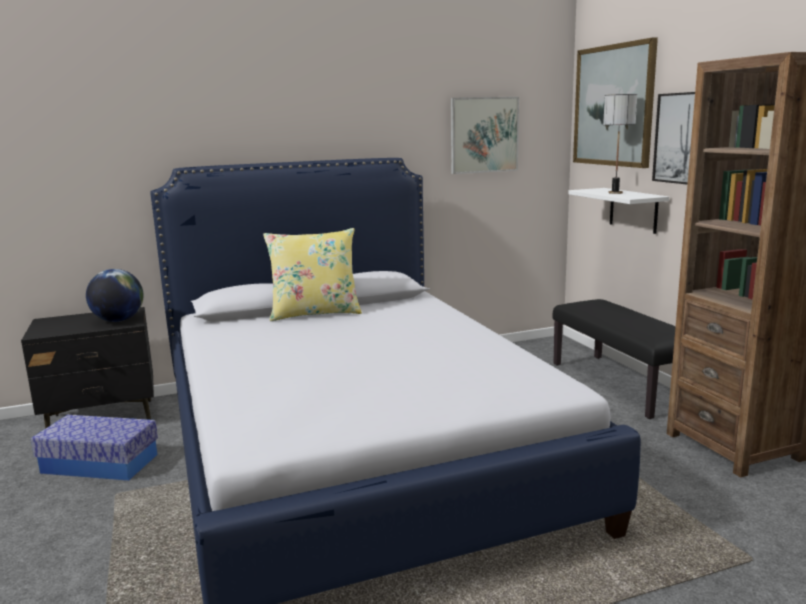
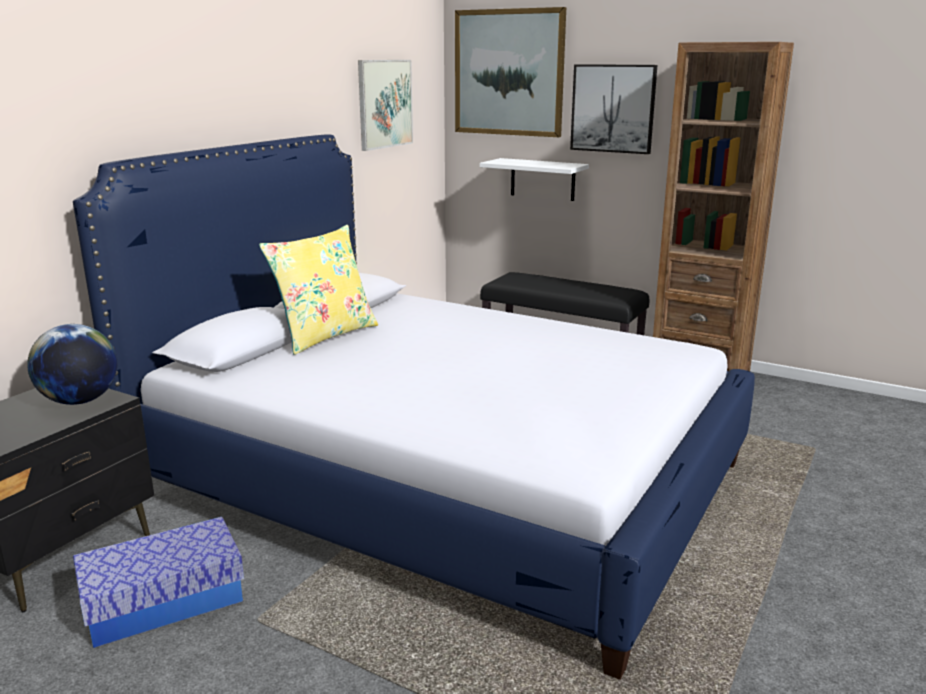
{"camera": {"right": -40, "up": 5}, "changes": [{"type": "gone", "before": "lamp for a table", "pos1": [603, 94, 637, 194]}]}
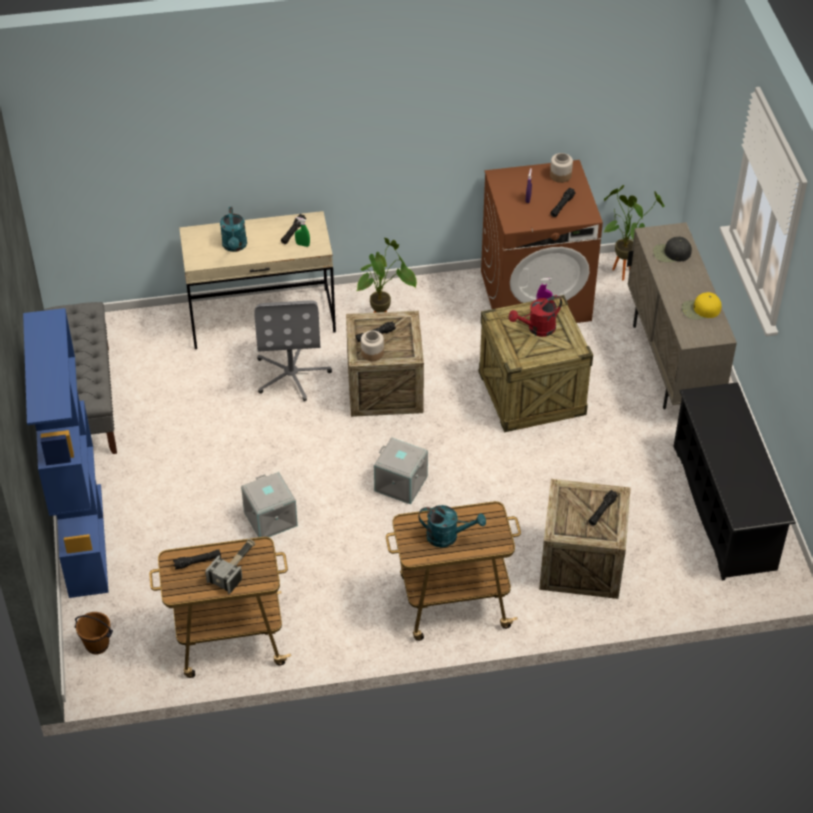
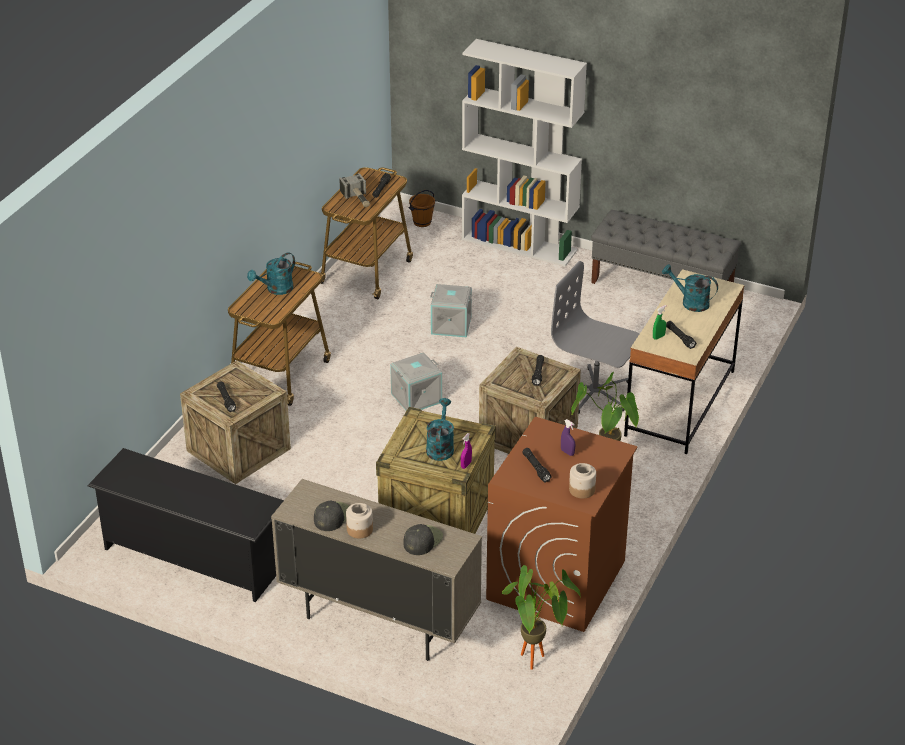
{"camera": {"right": 125, "up": -10}, "changes": [{"type": "repainted", "before": "baseball cap (yellow)", "after": "baseball cap (blackish)", "pos1": [682, 292, 722, 320], "pos2": [314, 501, 349, 531]}, {"type": "shifted", "before": "preserve jar", "pos1": [361, 330, 384, 361], "pos2": [346, 503, 373, 539]}, {"type": "repainted", "before": "watering can (red-coloured)", "after": "watering can (turquoise-coloured)", "pos1": [509, 295, 562, 337], "pos2": [426, 398, 454, 461]}, {"type": "repainted", "before": "bookshelf (bluish)", "after": "bookshelf (whitish)", "pos1": [23, 308, 109, 598], "pos2": [462, 39, 587, 267]}]}
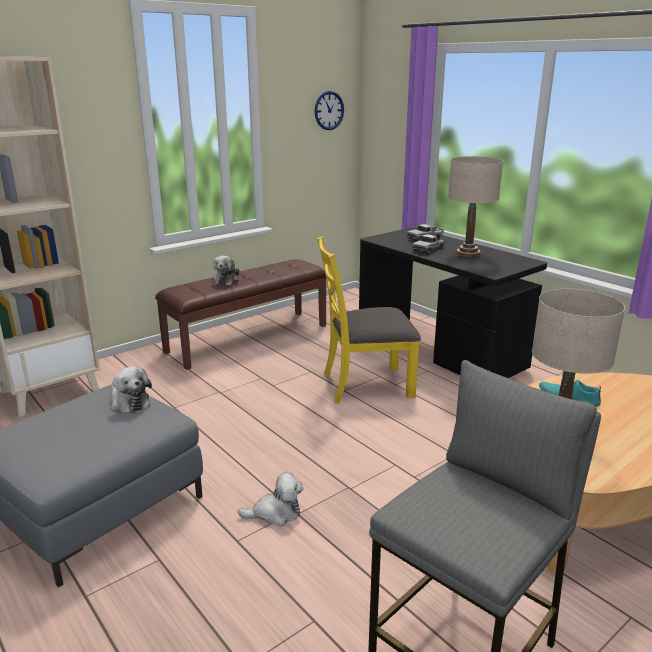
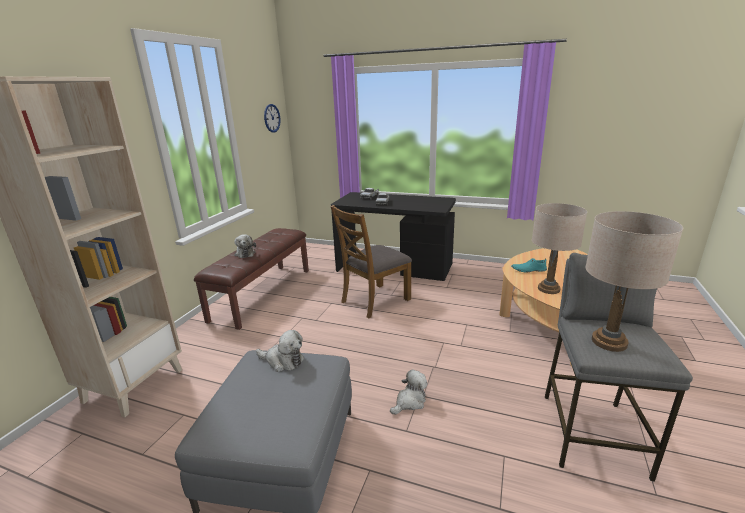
{"camera": {"right": -30, "up": 0}, "changes": [{"type": "repainted", "before": "upright chair (yellow)", "after": "upright chair (brownish)", "pos1": [317, 237, 421, 404], "pos2": [331, 205, 412, 318]}, {"type": "shifted", "before": "lamp for a table (sand-coloured)", "pos1": [448, 156, 503, 257], "pos2": [585, 211, 683, 352]}]}
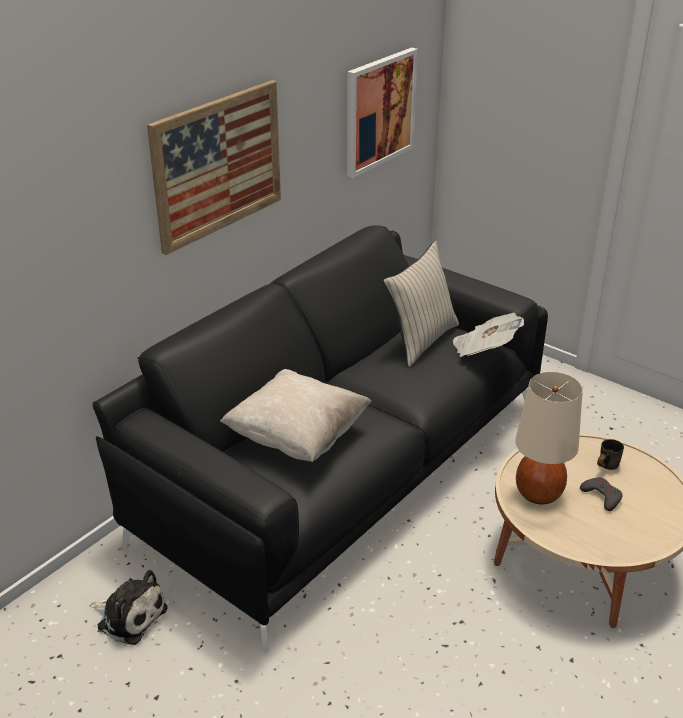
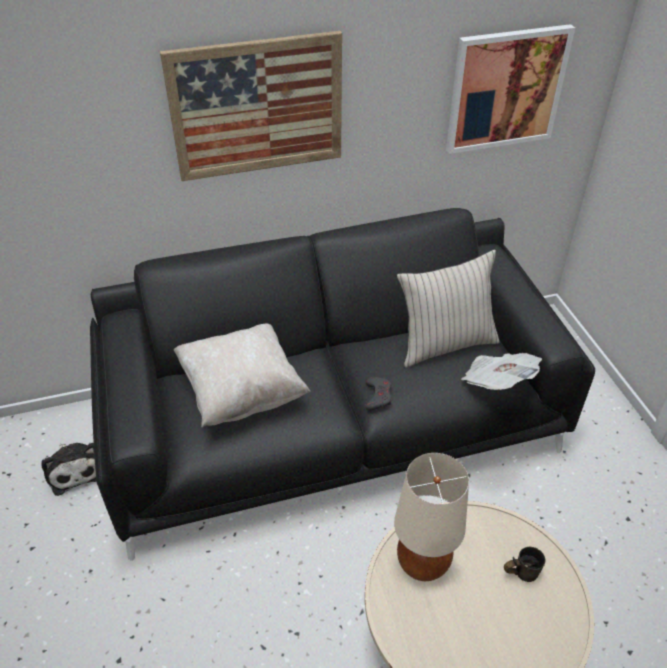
{"camera": {"right": 35, "up": 10}, "changes": [{"type": "shifted", "before": "game controller (grey)", "pos1": [580, 477, 623, 511], "pos2": [365, 377, 392, 411]}]}
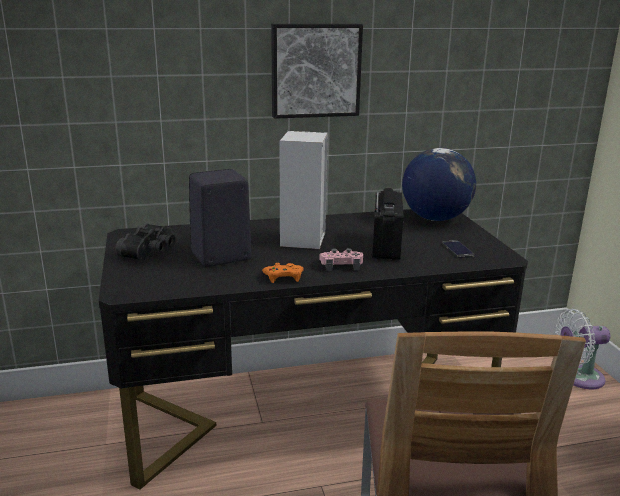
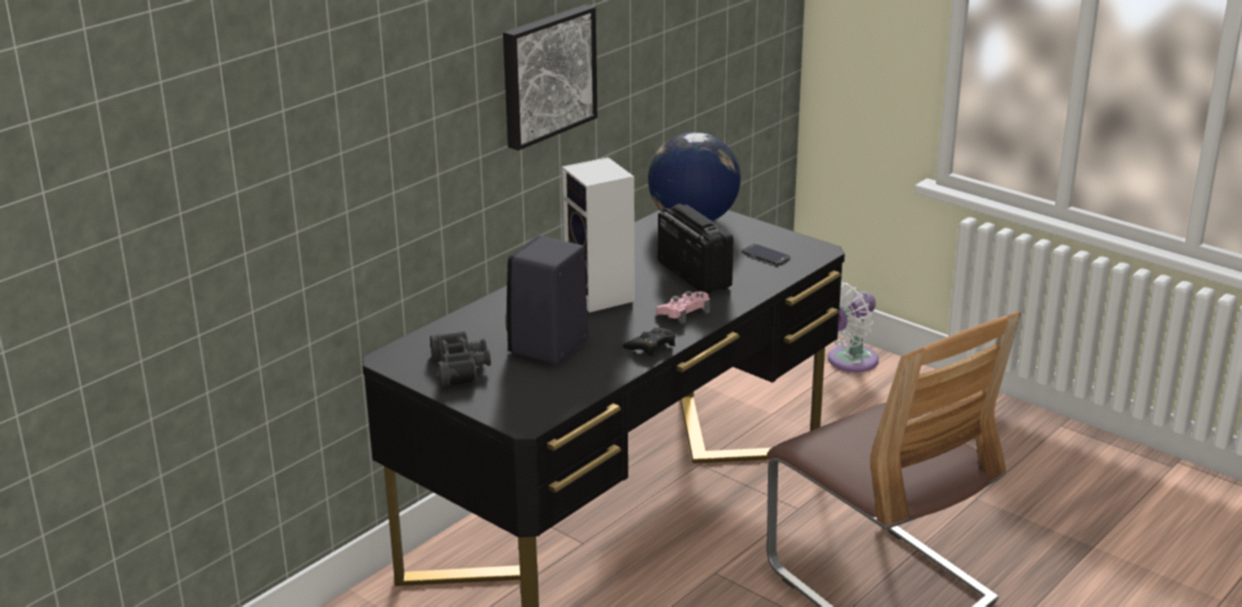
{"camera": {"right": -35, "up": 5}, "changes": [{"type": "repainted", "before": "game controller (orange)", "after": "game controller (blackish)", "pos1": [262, 263, 304, 283], "pos2": [623, 327, 676, 356]}]}
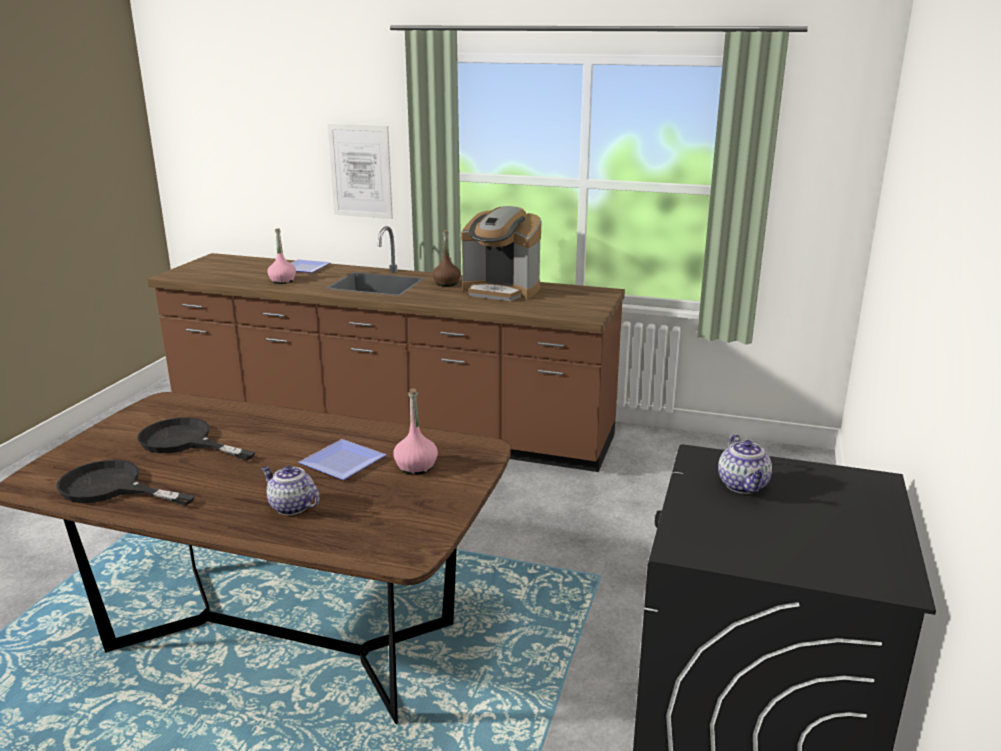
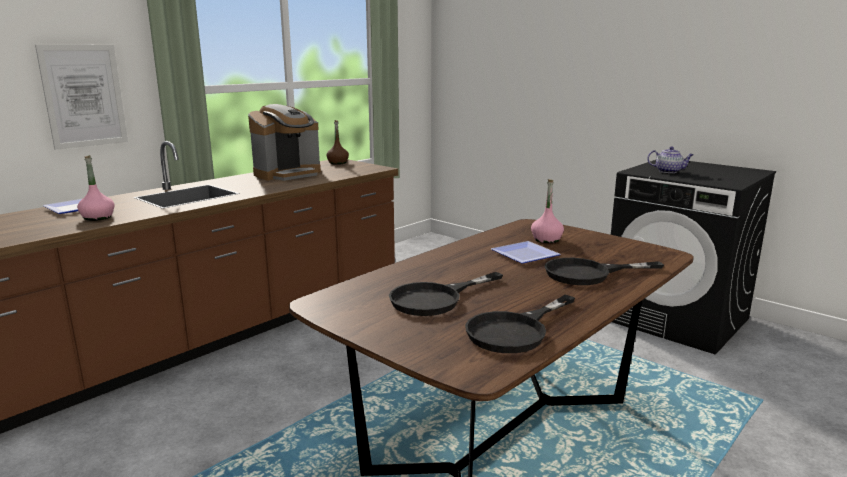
{"camera": {"right": -65, "up": -5}, "changes": [{"type": "shifted", "before": "beverage bottle (brownish)", "pos1": [433, 230, 461, 287], "pos2": [327, 120, 349, 165]}, {"type": "swapped", "before": "tea pot", "after": "skillet (blackish)", "pos1": [261, 466, 320, 515], "pos2": [544, 258, 664, 285]}]}
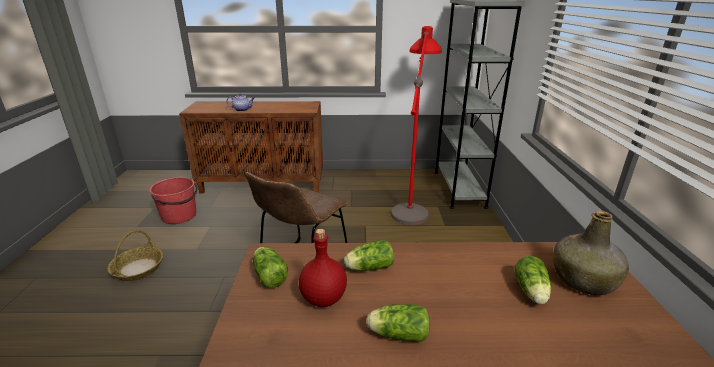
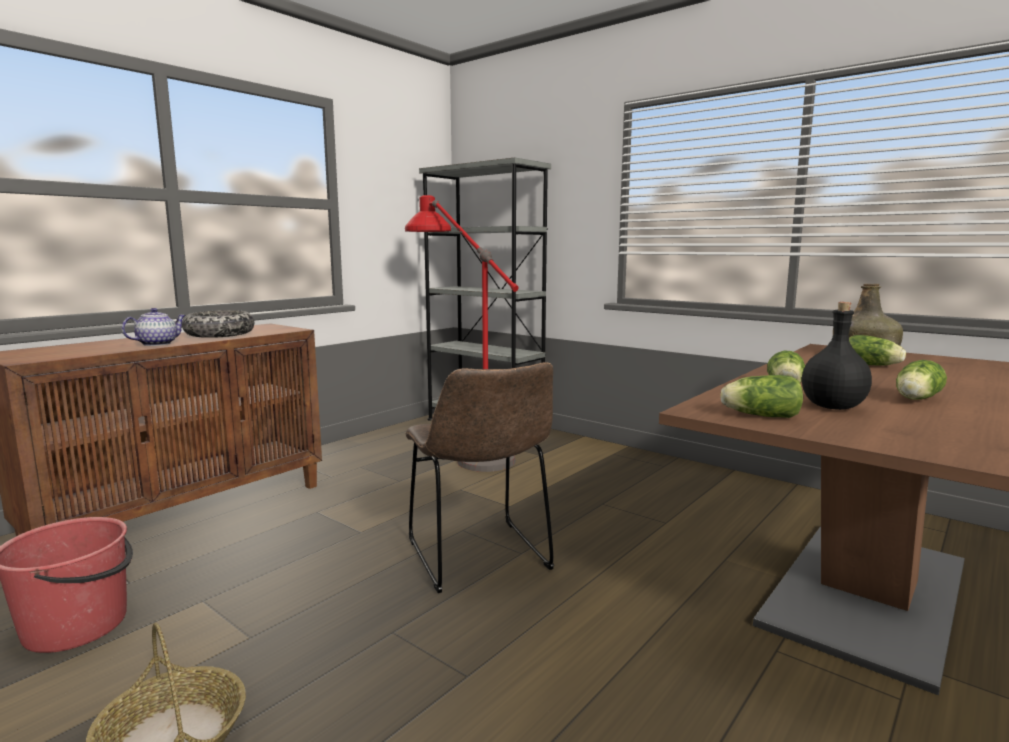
{"camera": {"right": -50, "up": -15}, "changes": [{"type": "new", "after": "serving bowl", "pos2": [182, 310, 254, 338]}, {"type": "repainted", "before": "beverage bottle (red-coloured)", "after": "beverage bottle (blackish)", "pos1": [299, 229, 347, 307], "pos2": [802, 302, 872, 410]}]}
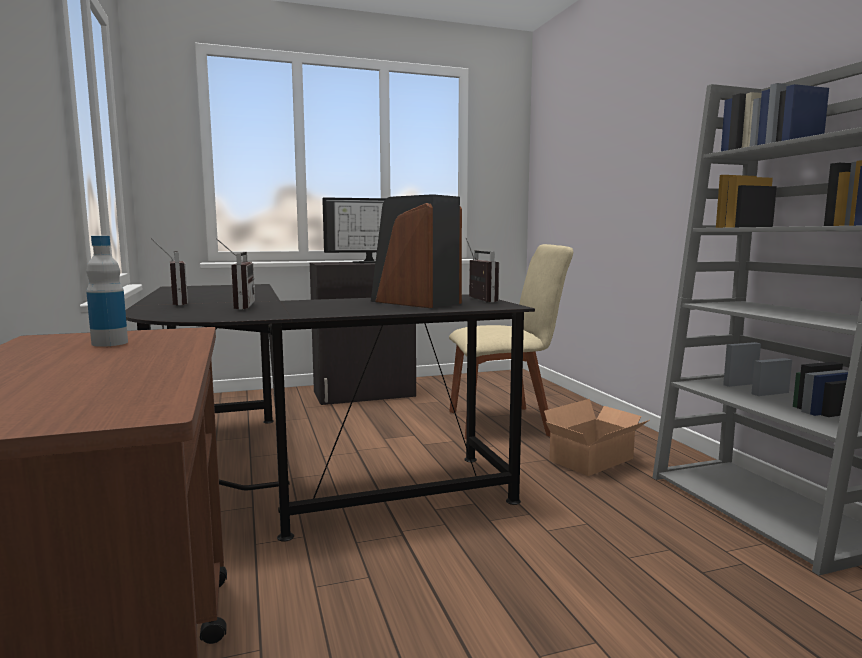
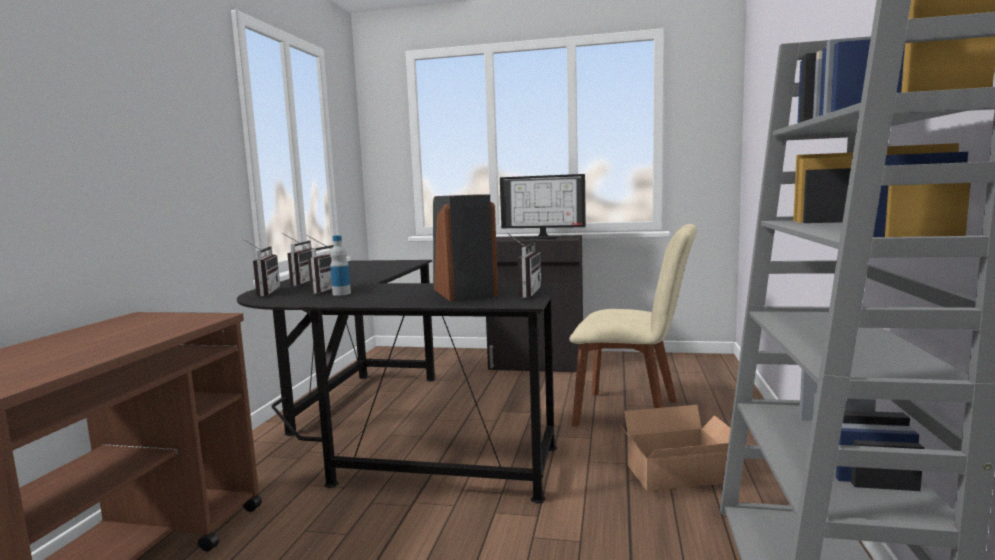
{"camera": {"right": 30, "up": 0}, "changes": [{"type": "new", "after": "radio set", "pos2": [242, 238, 280, 296]}, {"type": "shifted", "before": "beverage bottle", "pos1": [86, 236, 128, 347], "pos2": [330, 235, 351, 296]}]}
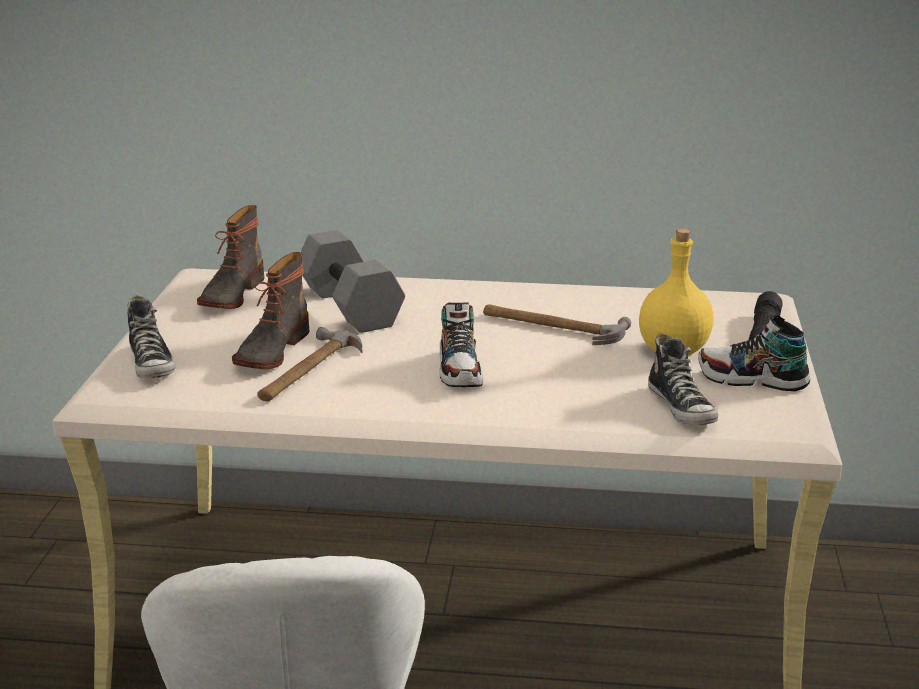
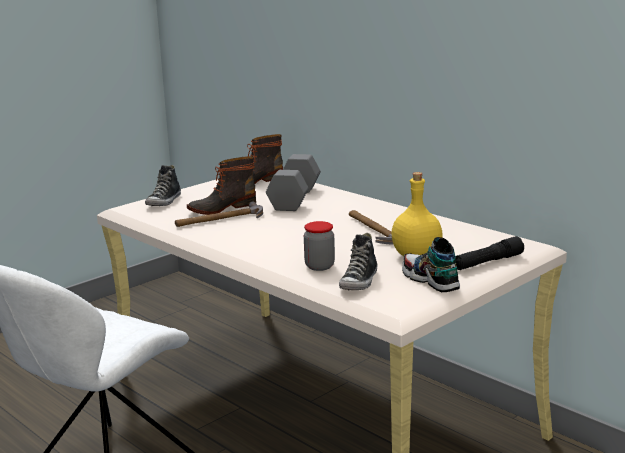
{"camera": {"right": 40, "up": -5}, "changes": [{"type": "new", "after": "preserve jar", "pos2": [304, 221, 335, 271]}, {"type": "gone", "before": "low shoe", "pos1": [439, 302, 483, 387]}]}
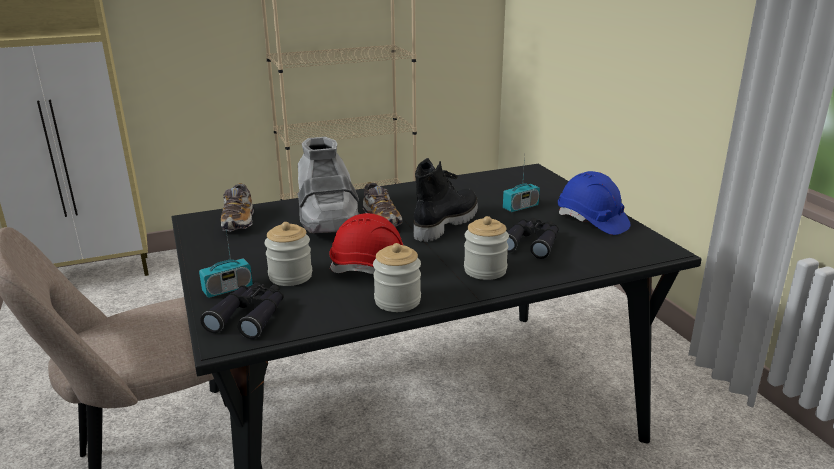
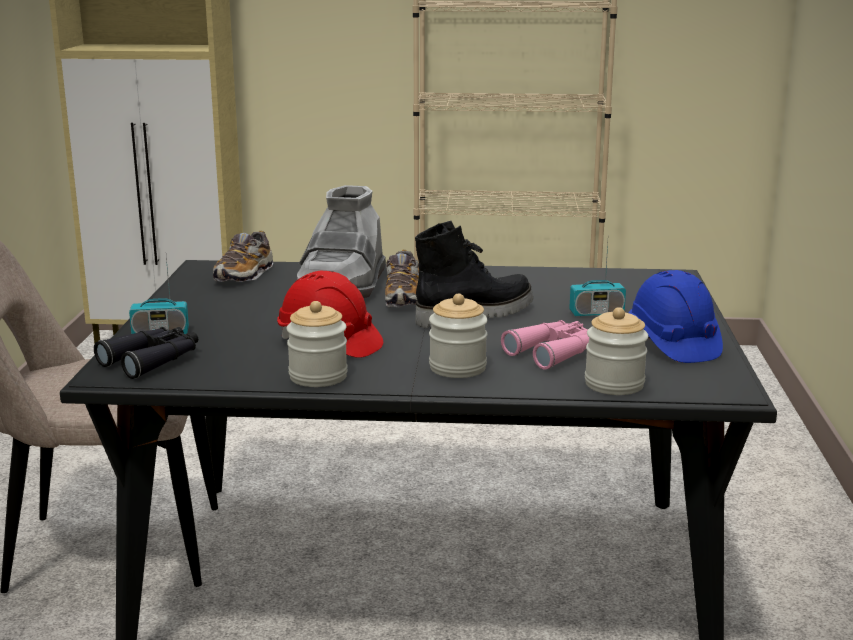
{"camera": {"right": 25, "up": -5}, "changes": [{"type": "repainted", "before": "binoculars (blackish)", "after": "binoculars (pink)", "pos1": [507, 218, 559, 259], "pos2": [501, 320, 589, 370]}, {"type": "shifted", "before": "preserve jar", "pos1": [265, 222, 312, 286], "pos2": [585, 307, 648, 395]}]}
